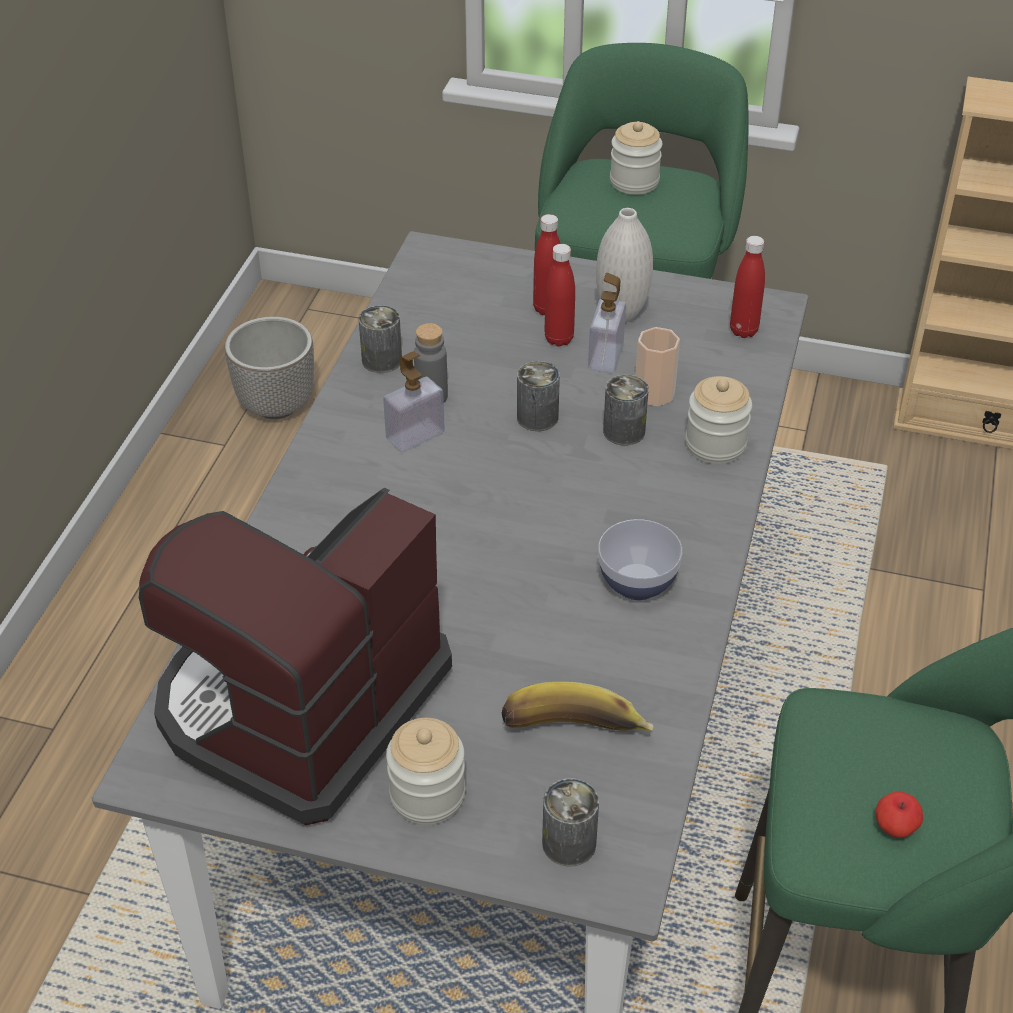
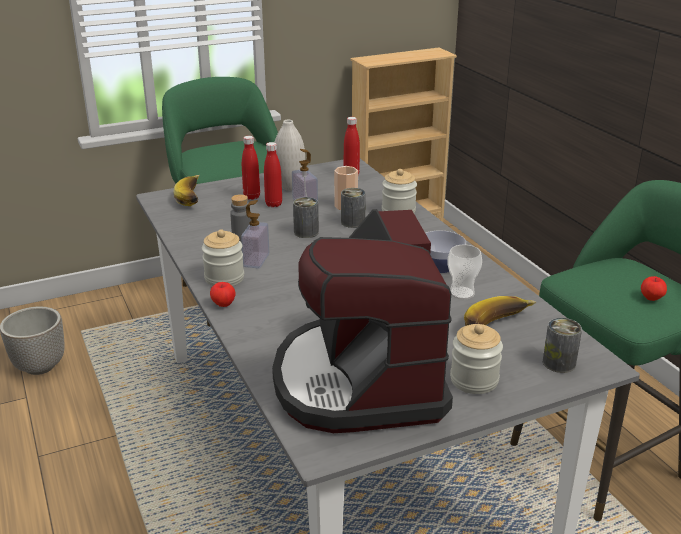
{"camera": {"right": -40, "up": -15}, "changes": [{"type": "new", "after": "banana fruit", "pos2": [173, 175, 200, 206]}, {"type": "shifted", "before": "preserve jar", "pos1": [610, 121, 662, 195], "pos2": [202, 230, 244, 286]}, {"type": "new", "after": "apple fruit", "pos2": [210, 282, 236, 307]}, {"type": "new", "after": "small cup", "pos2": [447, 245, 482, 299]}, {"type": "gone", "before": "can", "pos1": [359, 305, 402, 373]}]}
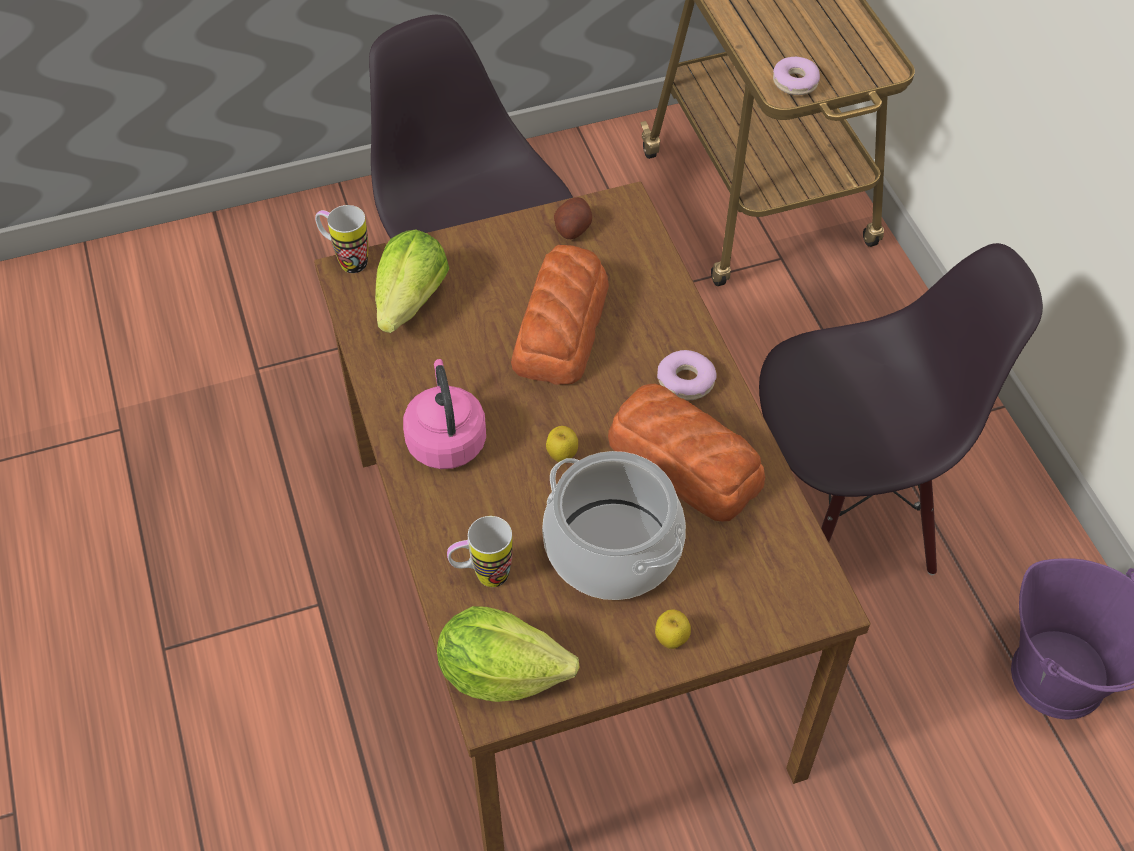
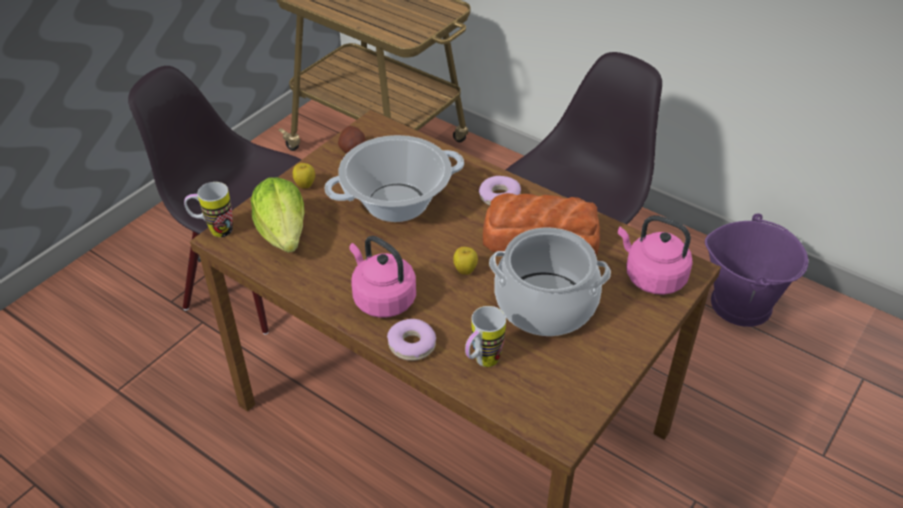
{"camera": {"right": -35, "up": -10}, "changes": [{"type": "shifted", "before": "apple fruit", "pos1": [655, 610, 691, 649], "pos2": [293, 163, 315, 188]}, {"type": "swapped", "before": "baked bread", "after": "stockpot", "pos1": [511, 245, 609, 385], "pos2": [324, 135, 464, 222]}, {"type": "shifted", "before": "ring doughnut", "pos1": [773, 57, 820, 95], "pos2": [387, 319, 436, 361]}, {"type": "new", "after": "kettle (pink)", "pos2": [618, 215, 693, 295]}, {"type": "gone", "before": "lettuce", "pos1": [437, 606, 580, 702]}]}
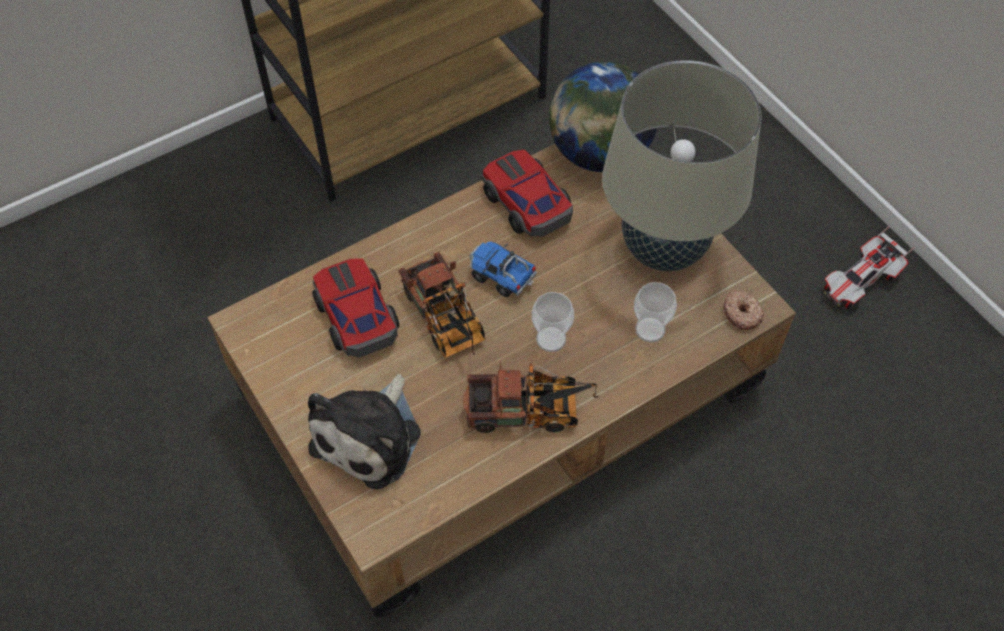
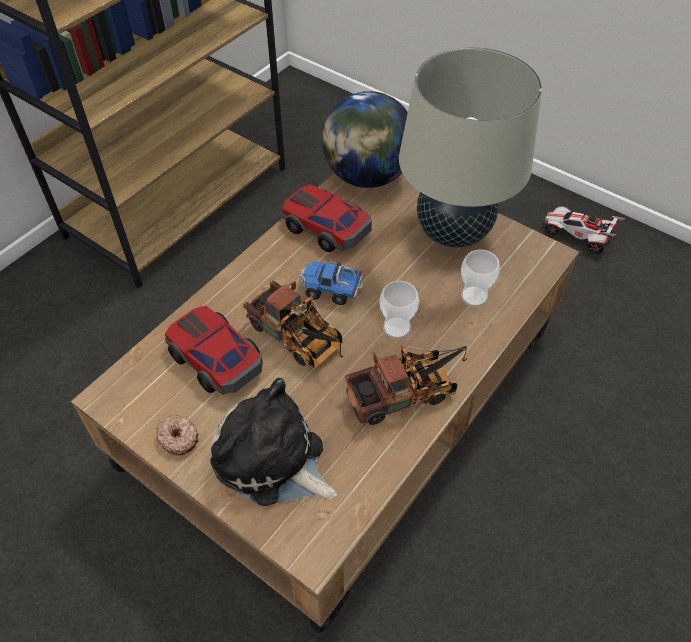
{"camera": {"right": -20, "up": -5}, "changes": [{"type": "shifted", "before": "ring doughnut", "pos1": [724, 291, 764, 330], "pos2": [156, 415, 199, 455]}, {"type": "rotated", "before": "soft toy", "pos1": [308, 374, 421, 489], "pos2": [210, 378, 337, 506], "turn": 120}, {"type": "rotated", "before": "toy car", "pos1": [824, 226, 915, 310], "pos2": [543, 206, 625, 254], "turn": 90}]}
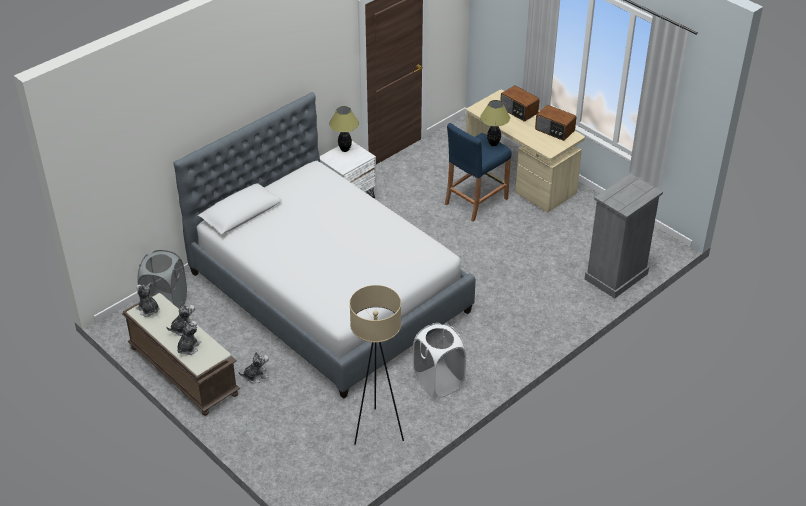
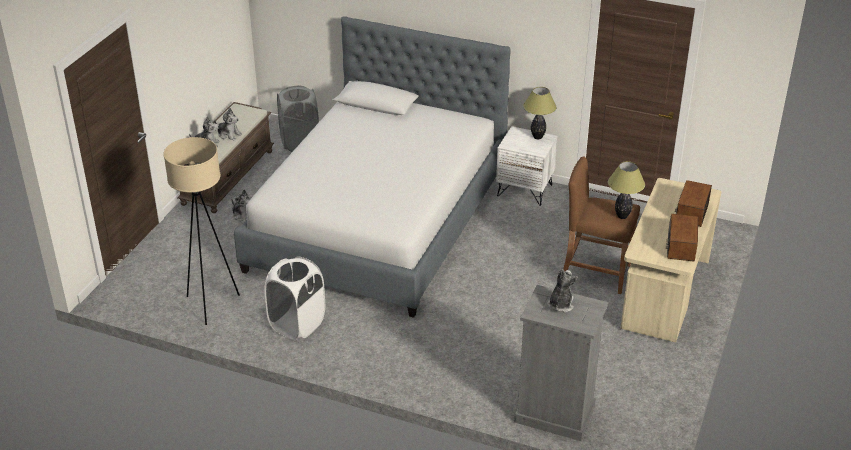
{"camera": {"right": 65, "up": -5}, "changes": [{"type": "shifted", "before": "soft toy", "pos1": [136, 283, 159, 317], "pos2": [548, 269, 578, 313]}, {"type": "repainted", "before": "stool seat (bluish)", "after": "stool seat (brownish)", "pos1": [445, 123, 511, 221], "pos2": [563, 156, 640, 294]}]}
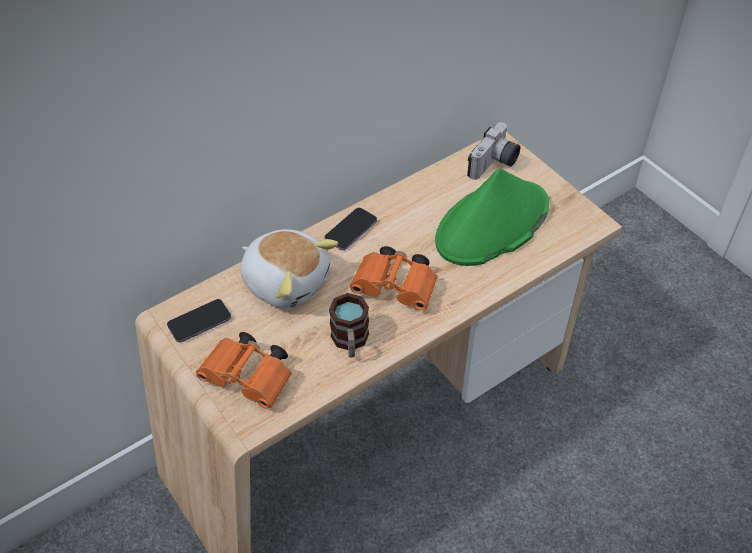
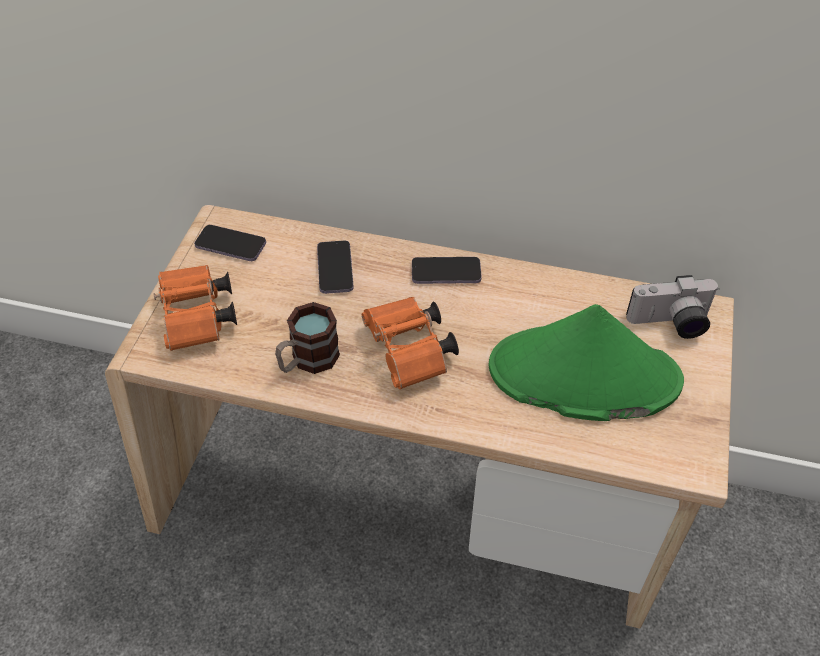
{"camera": {"right": 50, "up": 0}, "changes": [{"type": "swapped", "before": "soft toy", "after": "handset", "pos1": [241, 229, 338, 309], "pos2": [317, 240, 354, 294]}]}
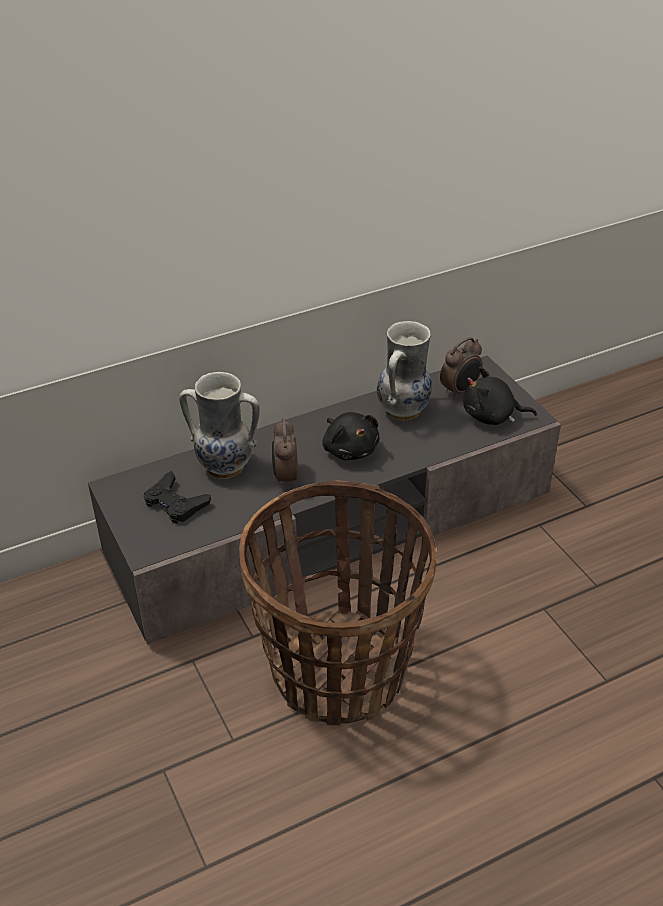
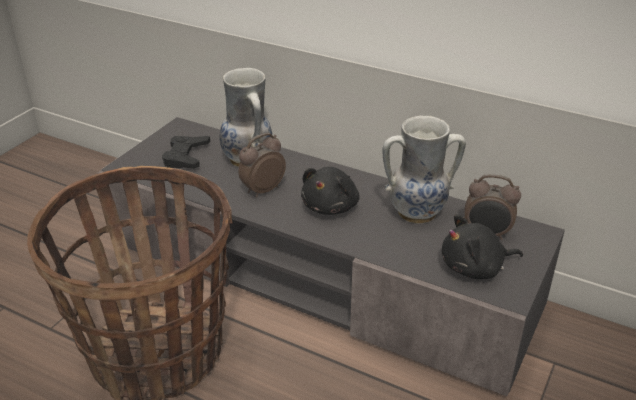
{"camera": {"right": 55, "up": -5}, "changes": [{"type": "rotated", "before": "soft toy (blackish)", "pos1": [463, 367, 537, 425], "pos2": [442, 214, 523, 279], "turn": -75}]}
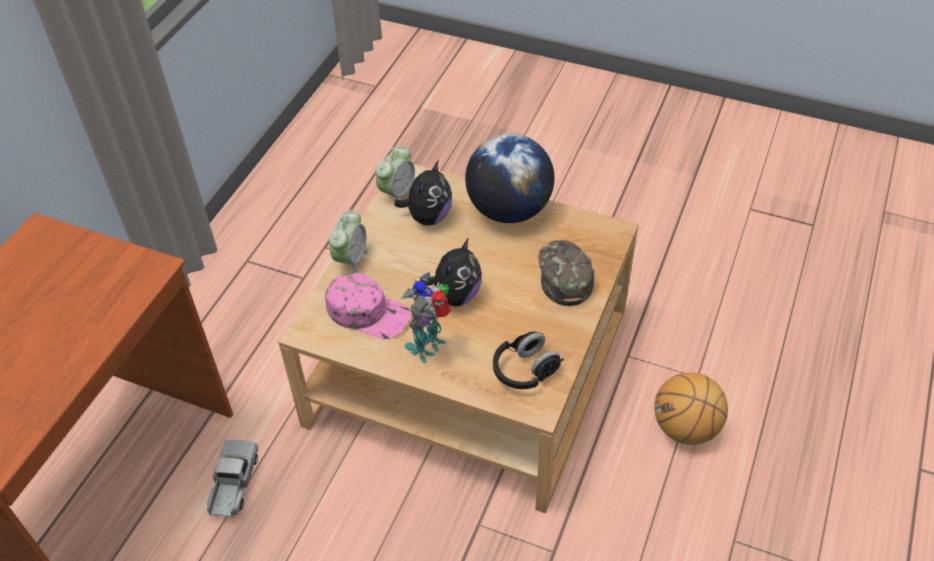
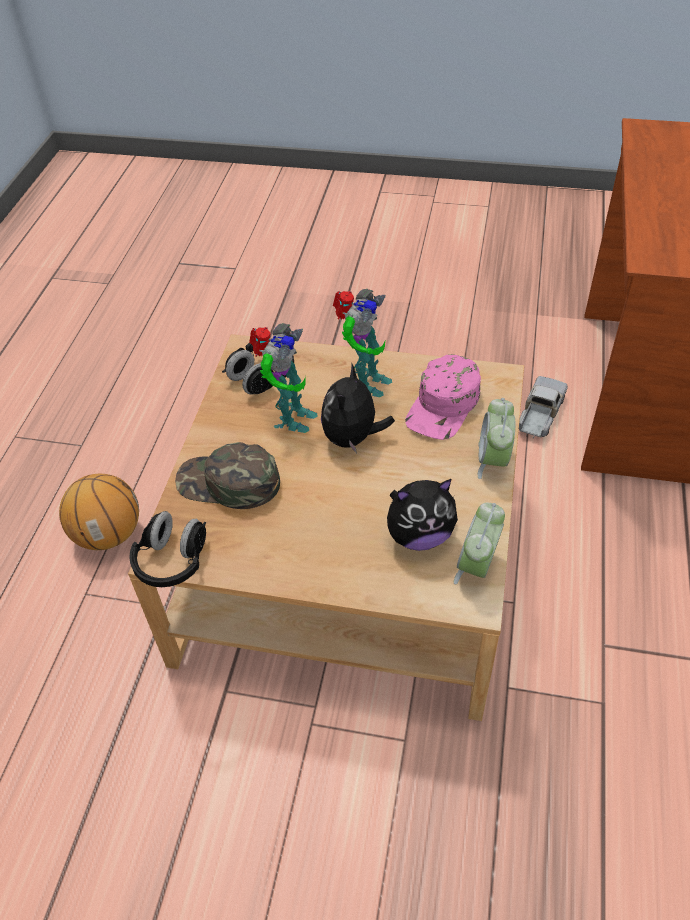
{"camera": {"right": 170, "up": 0}, "changes": [{"type": "new", "after": "headset (blackish)", "pos2": [129, 511, 206, 587]}, {"type": "rotated", "before": "baseball cap (greenish)", "pos1": [538, 240, 594, 306], "pos2": [175, 442, 280, 509], "turn": 120}, {"type": "new", "after": "robot figure", "pos2": [249, 323, 318, 433]}, {"type": "rotated", "before": "soft toy", "pos1": [394, 160, 452, 226], "pos2": [387, 479, 458, 551], "turn": -120}, {"type": "rotated", "before": "baseball cap (pink)", "pos1": [325, 273, 411, 339], "pos2": [405, 354, 481, 440], "turn": -75}, {"type": "rotated", "before": "toy lorry", "pos1": [207, 440, 258, 519], "pos2": [519, 376, 568, 438], "turn": -150}, {"type": "gone", "before": "desk globe", "pos1": [465, 134, 554, 223]}]}
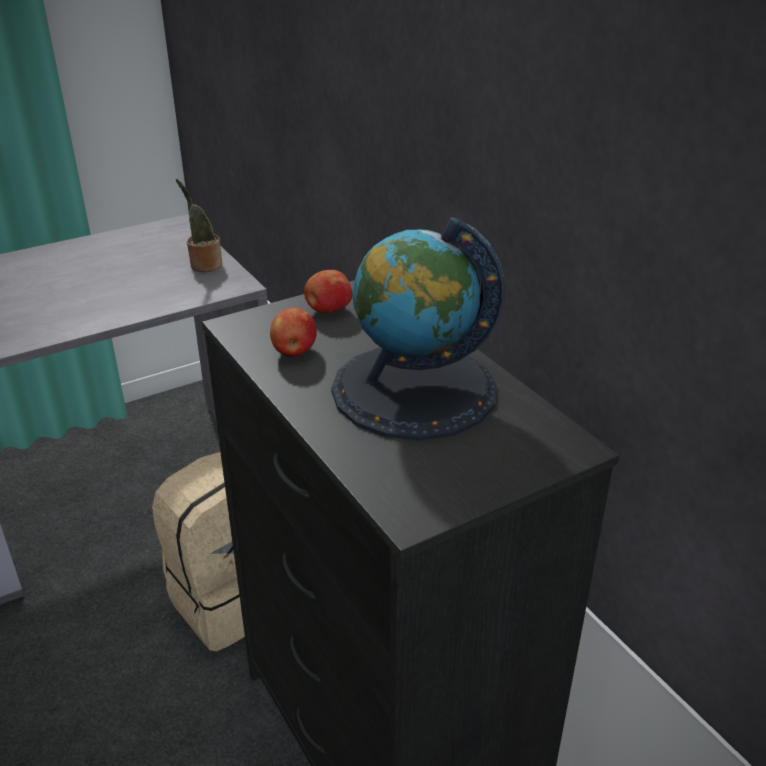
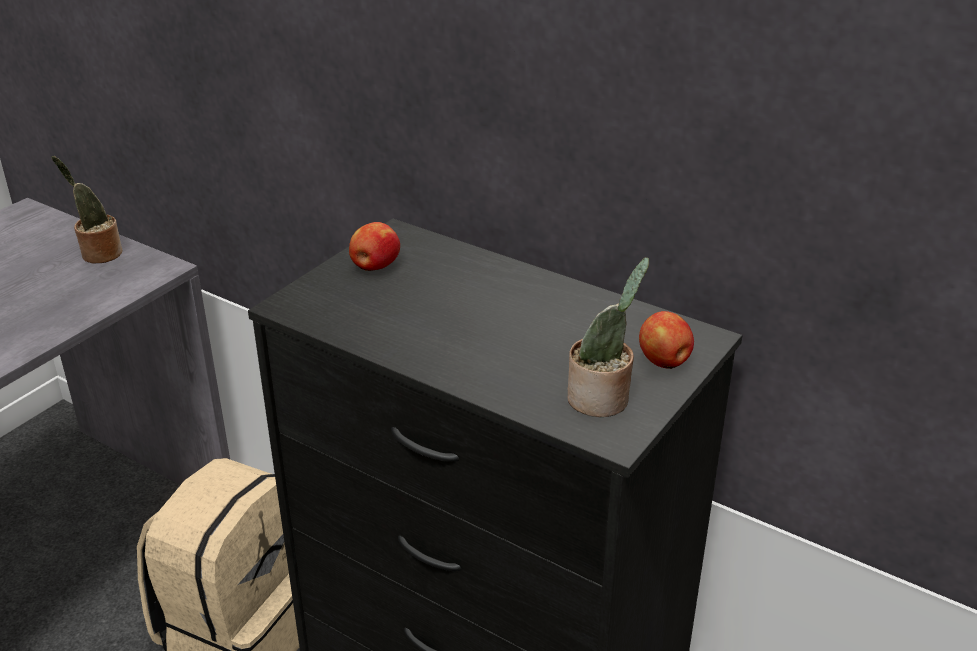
{"camera": {"right": -25, "up": 0}, "changes": [{"type": "new", "after": "potted plant", "pos2": [567, 257, 649, 417]}, {"type": "shifted", "before": "apple fruit", "pos1": [270, 307, 317, 357], "pos2": [639, 311, 694, 369]}, {"type": "gone", "before": "desk globe", "pos1": [331, 217, 505, 440]}]}
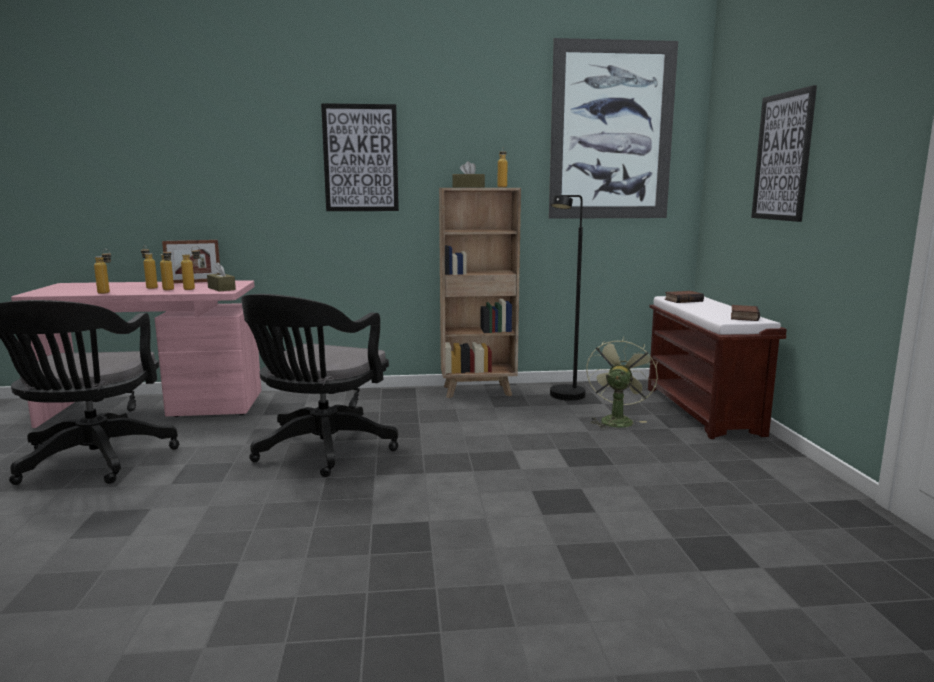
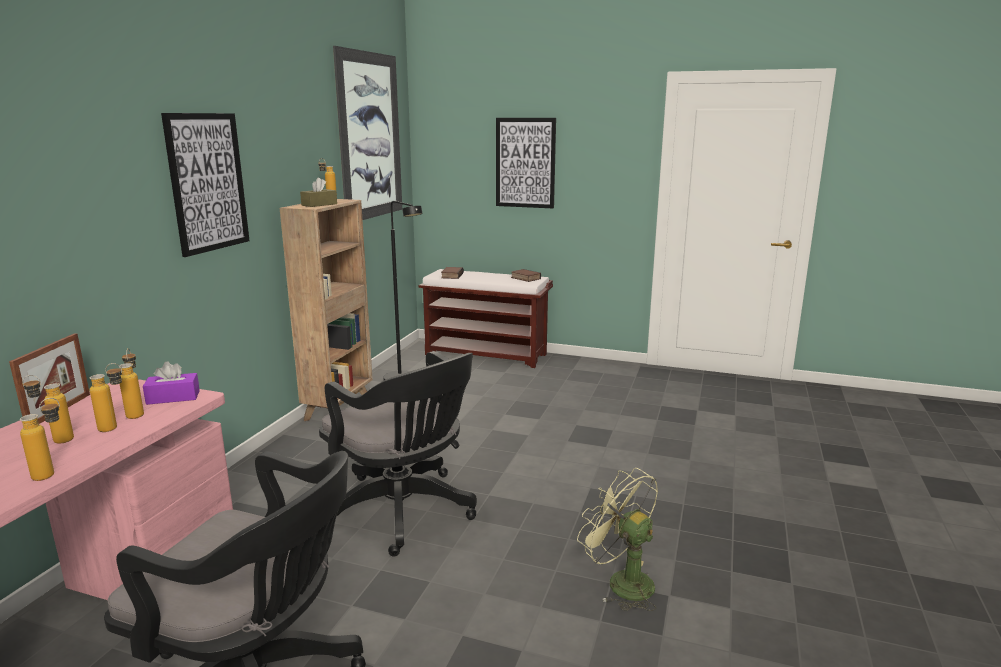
{"camera": {"right": -65, "up": 5}, "changes": [{"type": "repainted", "before": "tissue holder (brownish)", "after": "tissue holder (purplish)", "pos1": [207, 262, 236, 292], "pos2": [143, 361, 200, 405]}, {"type": "shifted", "before": "cooling fan (greenish)", "pos1": [586, 336, 658, 430], "pos2": [577, 468, 658, 611]}]}
